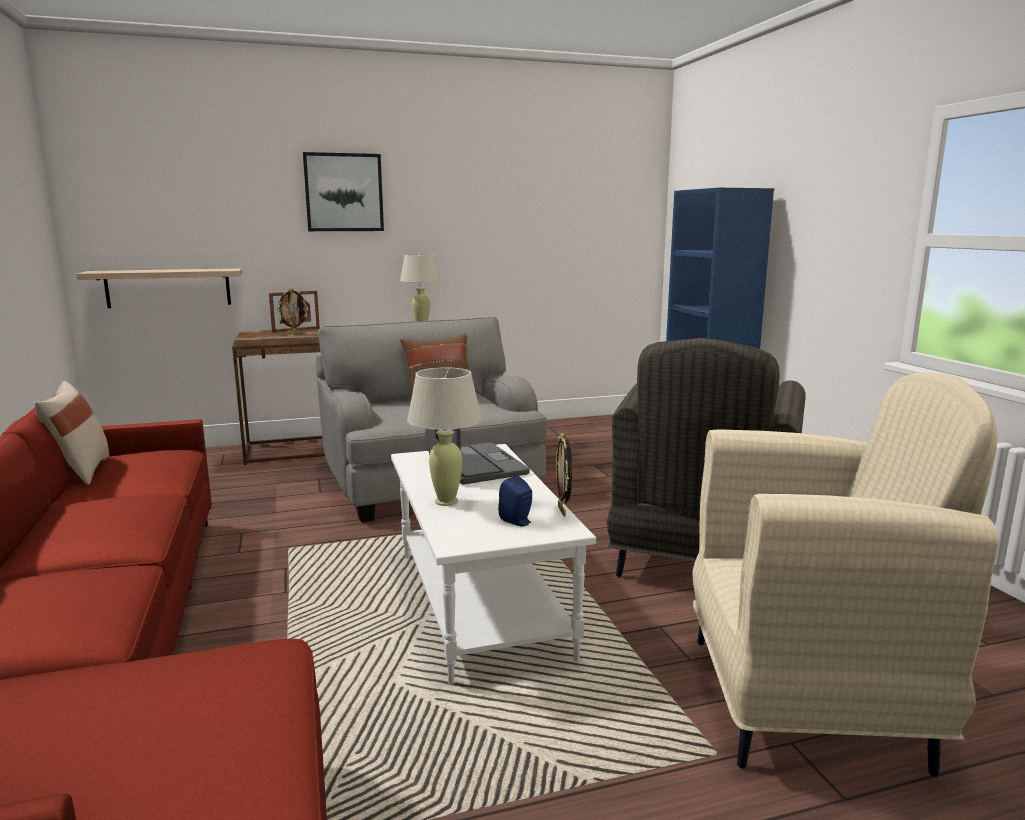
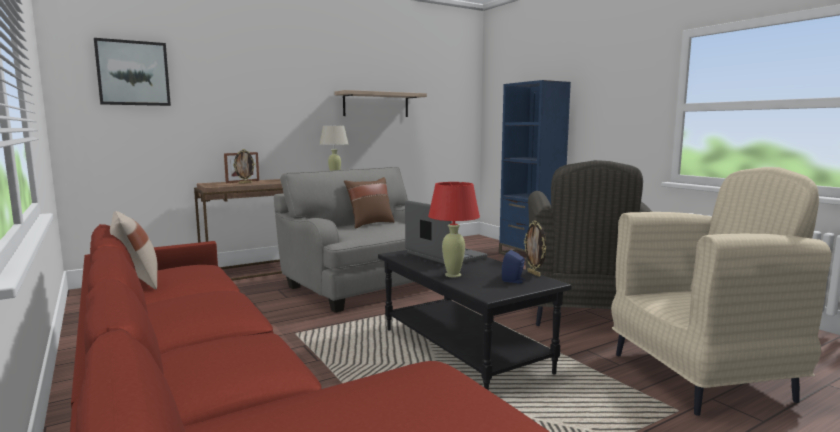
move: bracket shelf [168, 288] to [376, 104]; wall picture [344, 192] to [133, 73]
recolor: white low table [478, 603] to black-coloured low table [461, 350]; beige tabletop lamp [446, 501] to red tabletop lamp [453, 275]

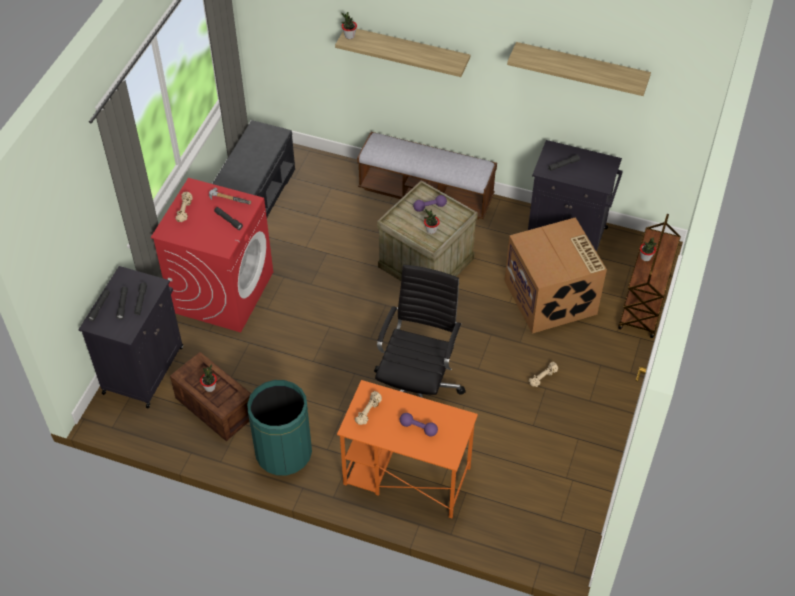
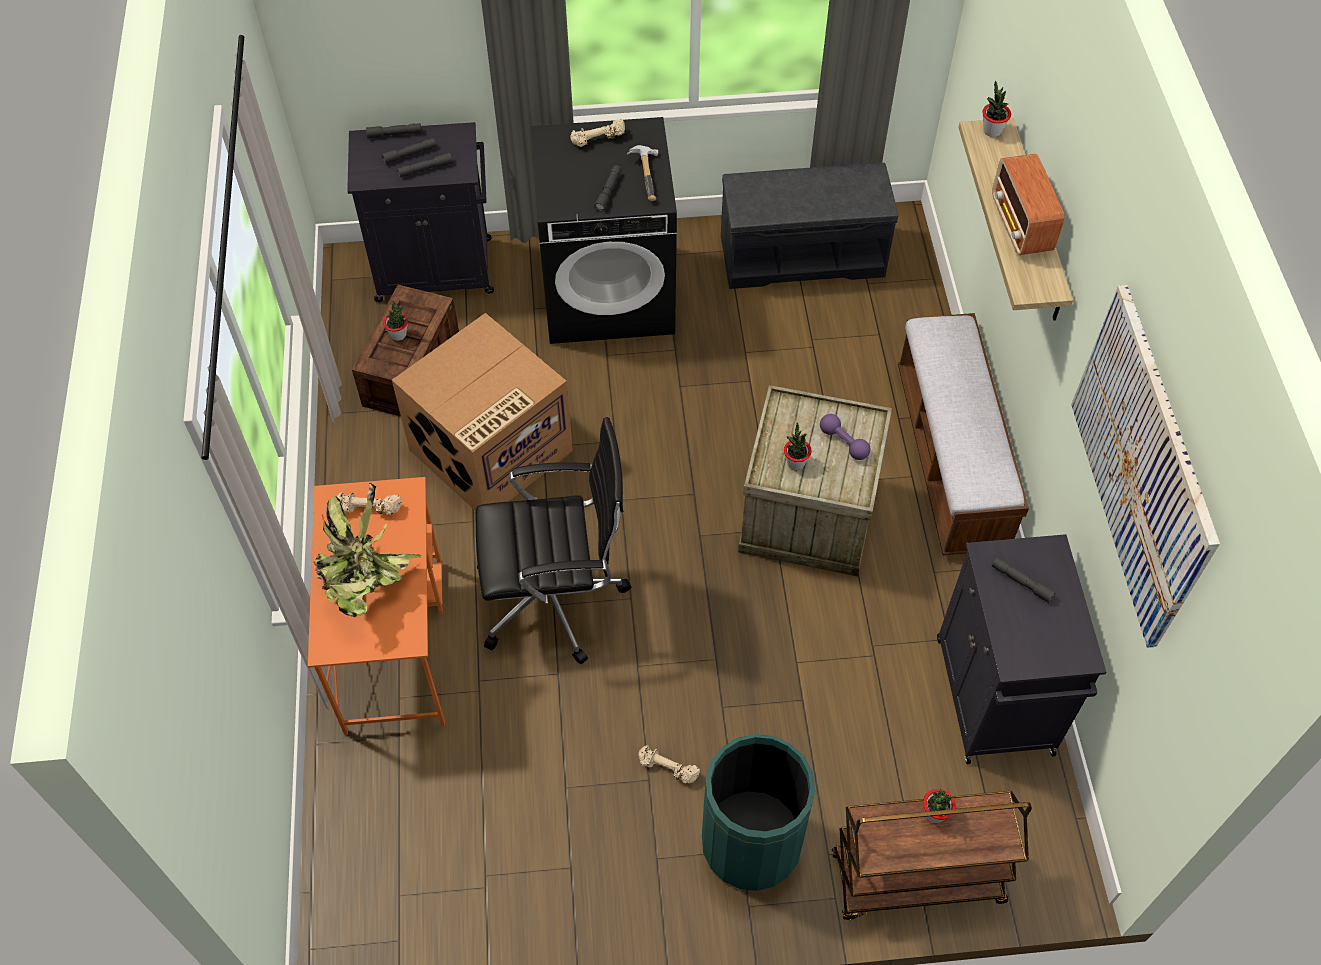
insert: radio set [1021, 226]
move: greenish rubbish bin [283, 452] to [751, 843]; cardboard box [551, 298] to [490, 452]
replace: purple hand weight [418, 428] to potted plant [365, 584]; bracket shelf [581, 68] to wall picture [1142, 466]
recolor: red laundry machine [222, 291] to black-coloured laundry machine [609, 293]

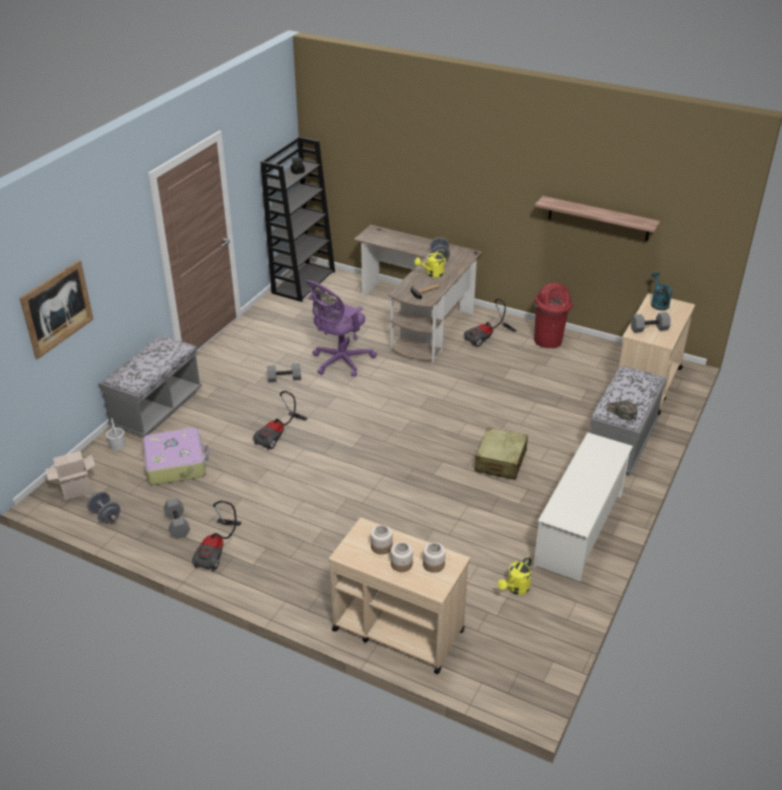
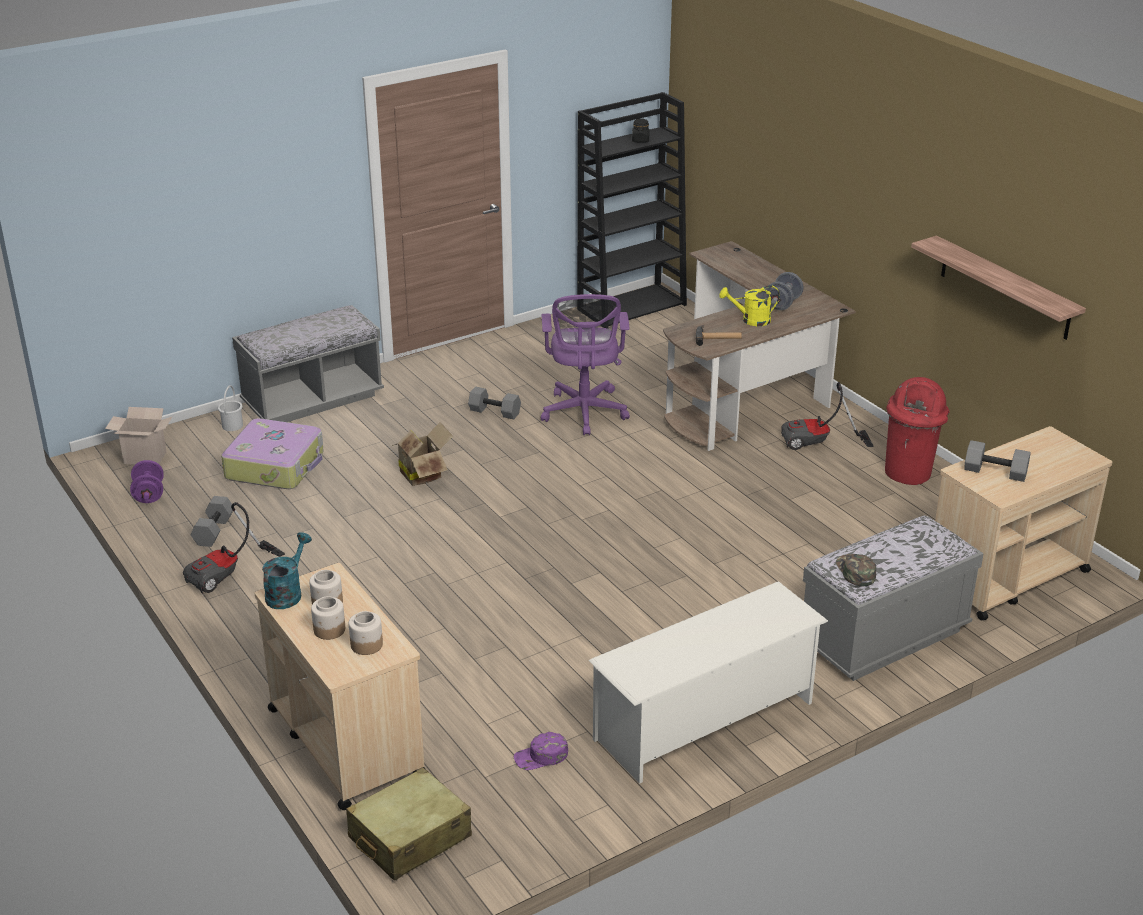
delete: wall picture [57, 308]
move: beige travel case [500, 461] to [409, 837]; turquoise watering pot [658, 303] to [287, 593]
replace: vacuum [279, 435] to cardboard box [423, 474]; yellow-coloured watering pot [515, 589] to purple peaked cap [541, 757]
recolor: grey hand weight [105, 516] to purple hand weight [149, 494]
rotate: purple computer chair [340, 362] = [584, 414] 75 degrees counterclockwise

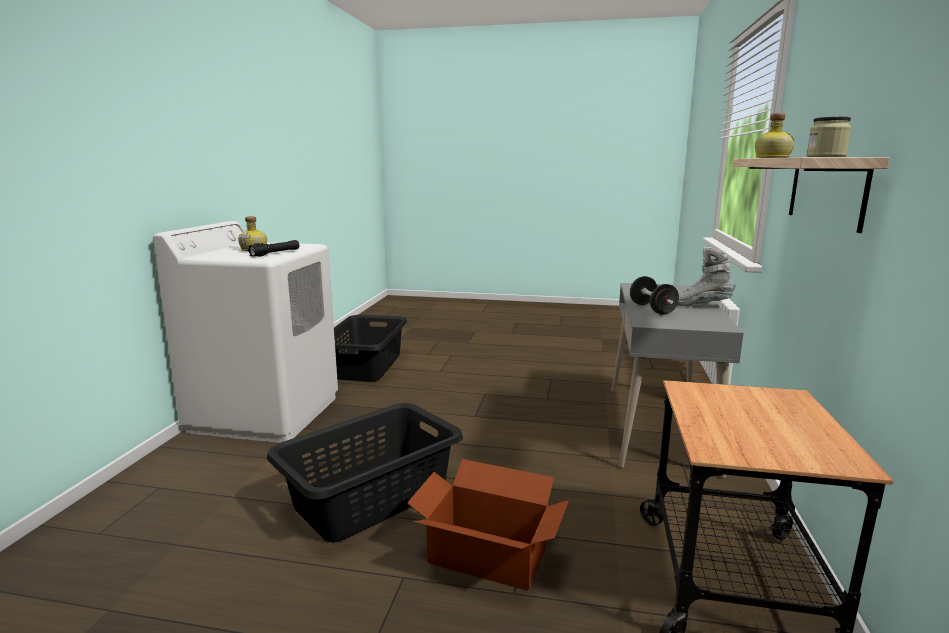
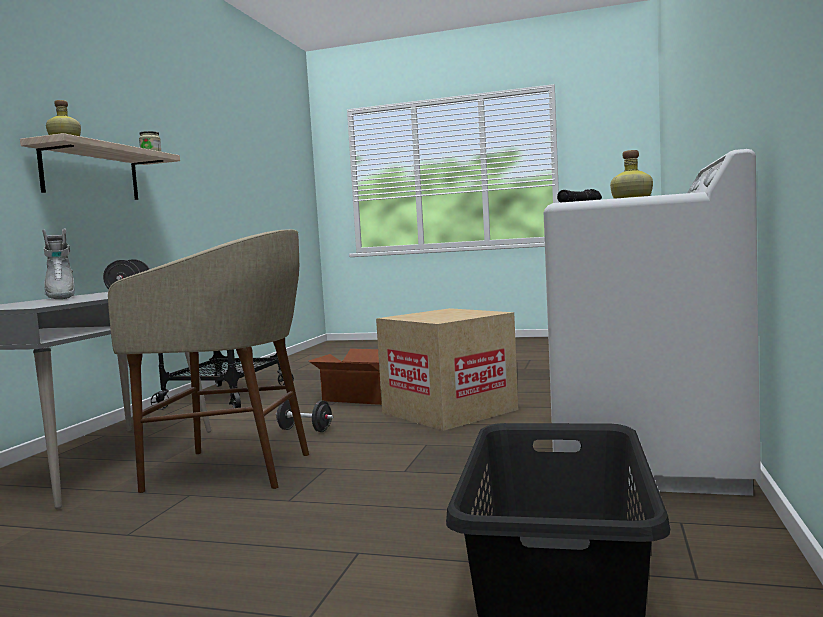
insert: beige stool [231, 471]; black-coloured hand weight [305, 430]
replace: black-coloured washing basket [370, 497] to cardboard box [449, 411]
rotate: grey tall boot [701, 305] = [60, 298] 45 degrees clockwise

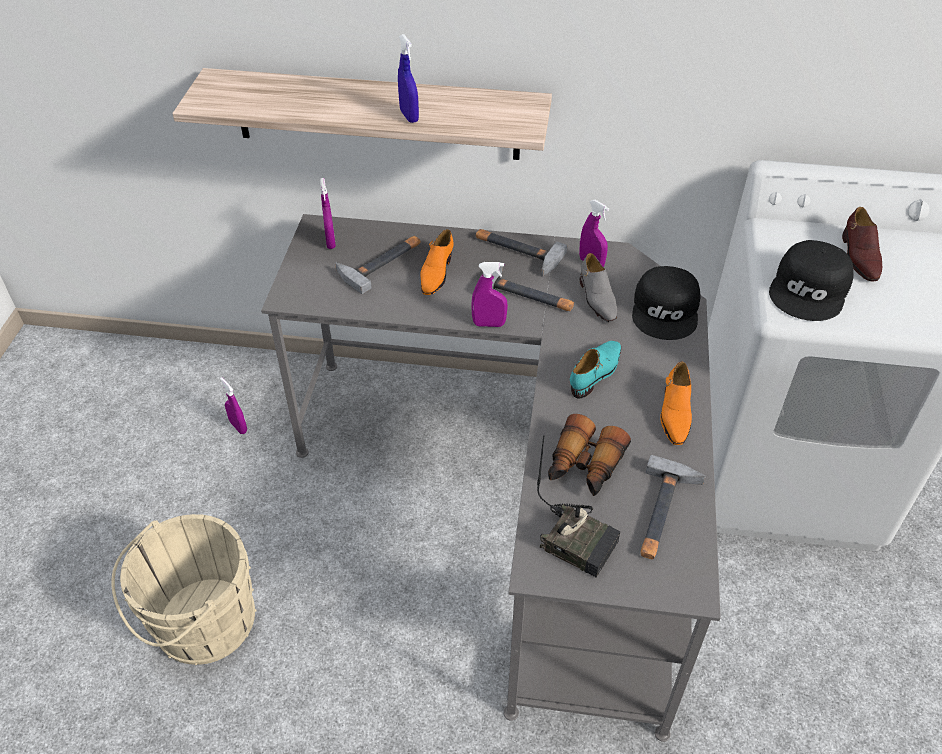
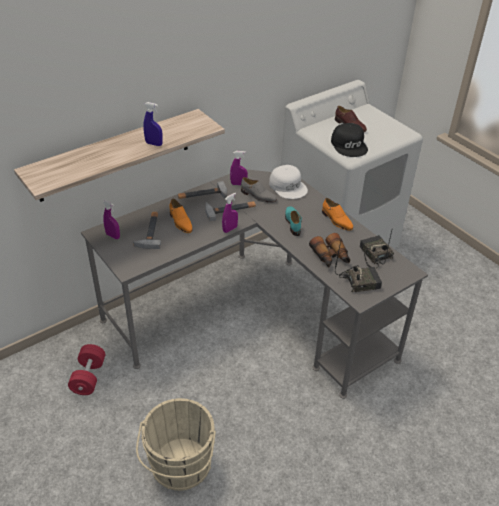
replace: purple spray bottle [238, 427] to red hand weight [89, 377]; hand hammer [663, 513] to radio set [374, 255]
recolor: black-coloured peaked cap [666, 310] to white peaked cap [288, 186]

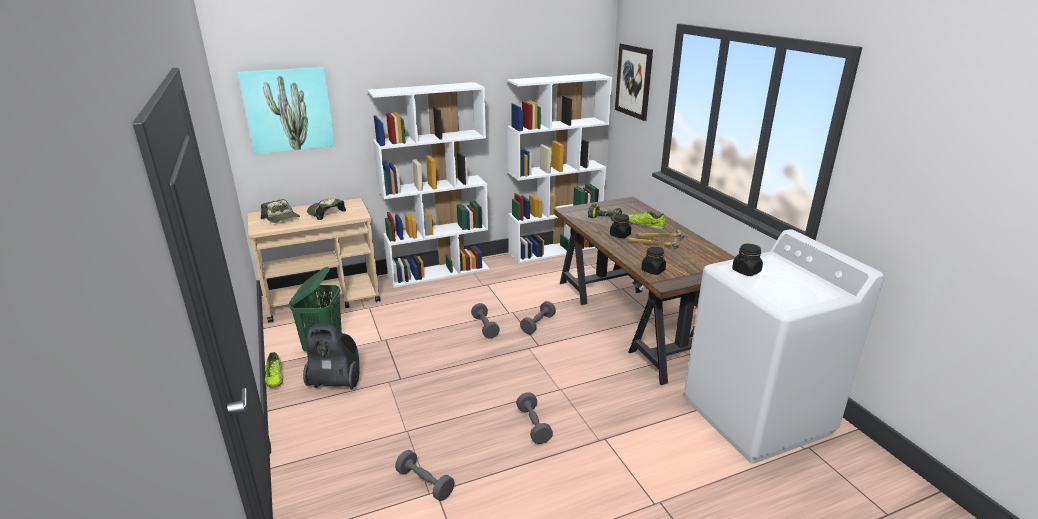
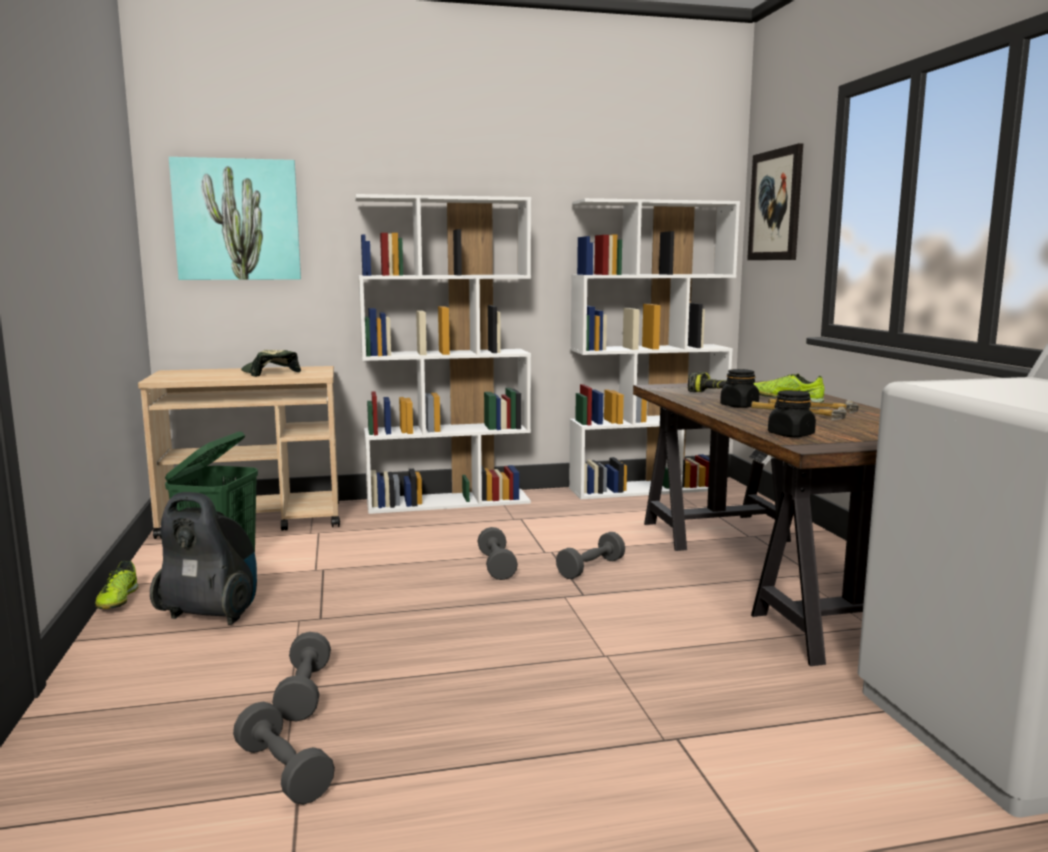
delete: peaked cap [282, 218]; black-coloured jar [746, 271]
move: grey hand weight [533, 425] to [304, 693]

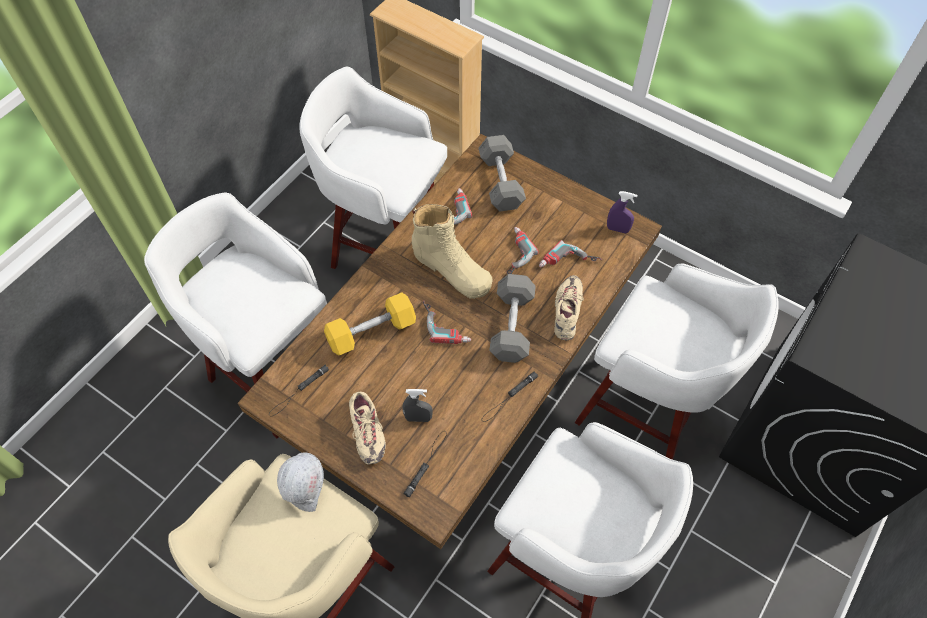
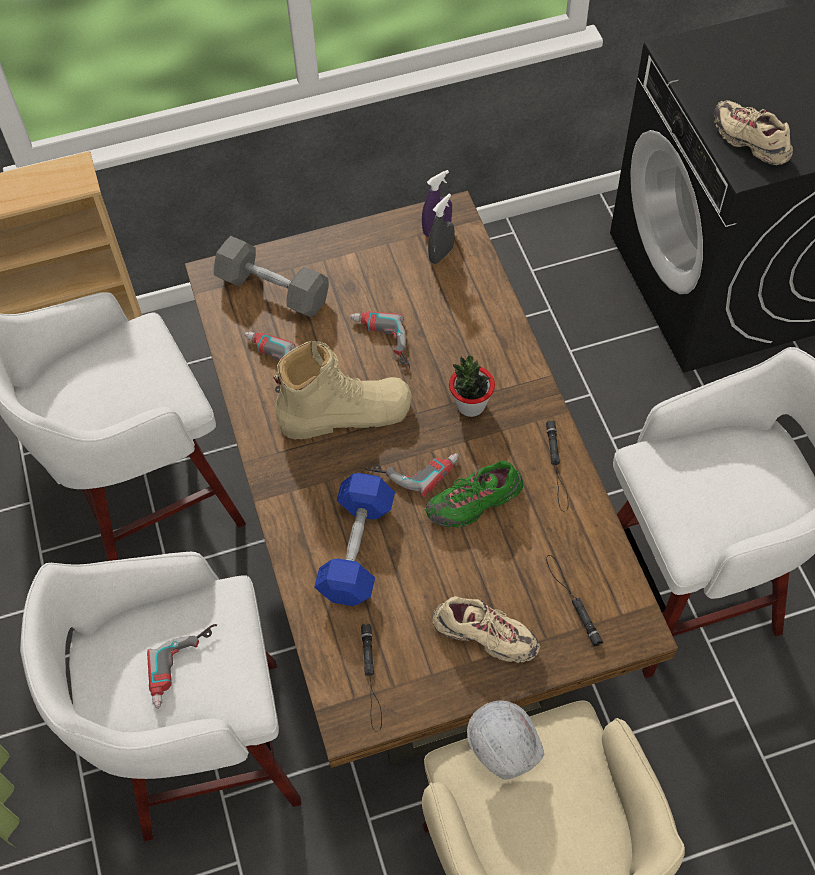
delete: white stool [647, 412]
insert: greenish low shoe [475, 503]
move: grey spray bottle [418, 418] to [441, 255]; drill [568, 264] to [186, 668]; beige low shoe [567, 312] to [749, 141]
replace: grey hand weight [512, 326] to potted plant [470, 405]
recolor: yellow-coloured hand weight [371, 332] to blue-coloured hand weight [356, 549]

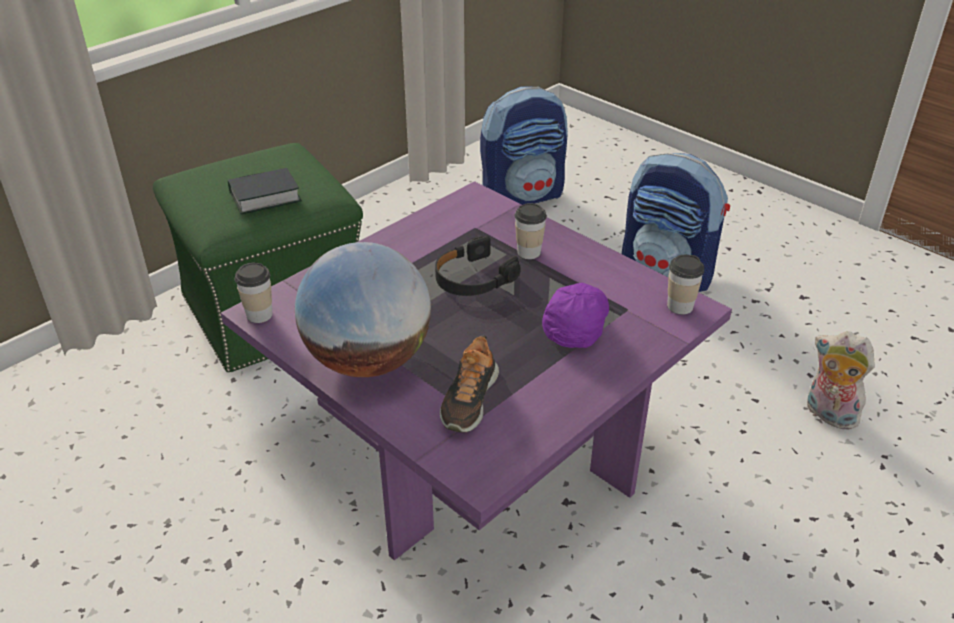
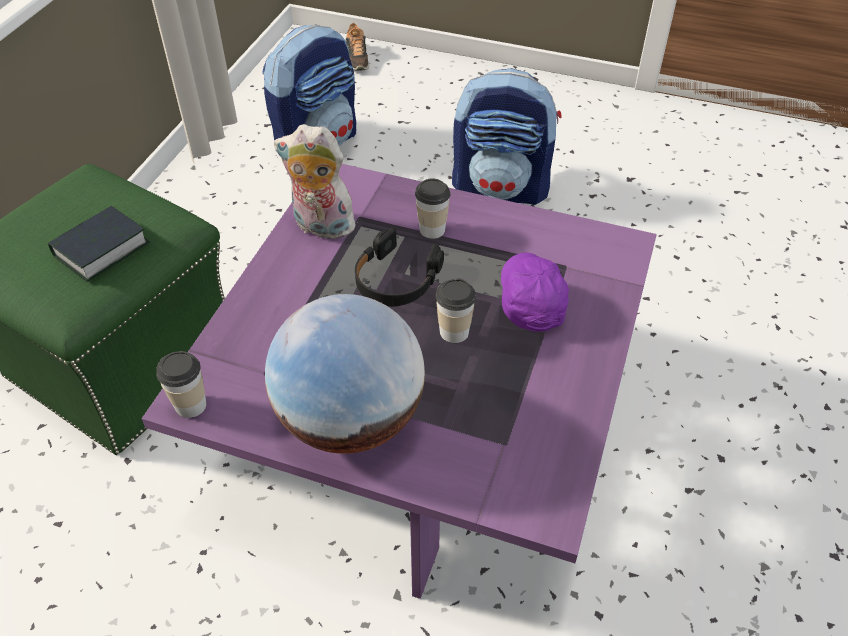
move: low shoe [469, 400] to [356, 59]; drinking cup [680, 306] to [454, 332]; cuddly toy [828, 415] to [321, 227]

